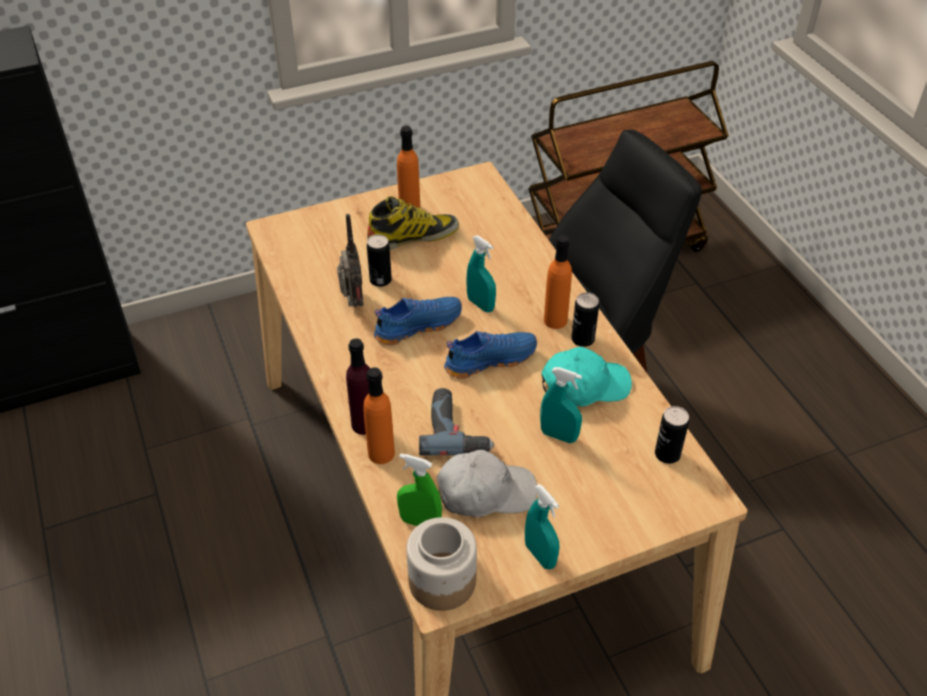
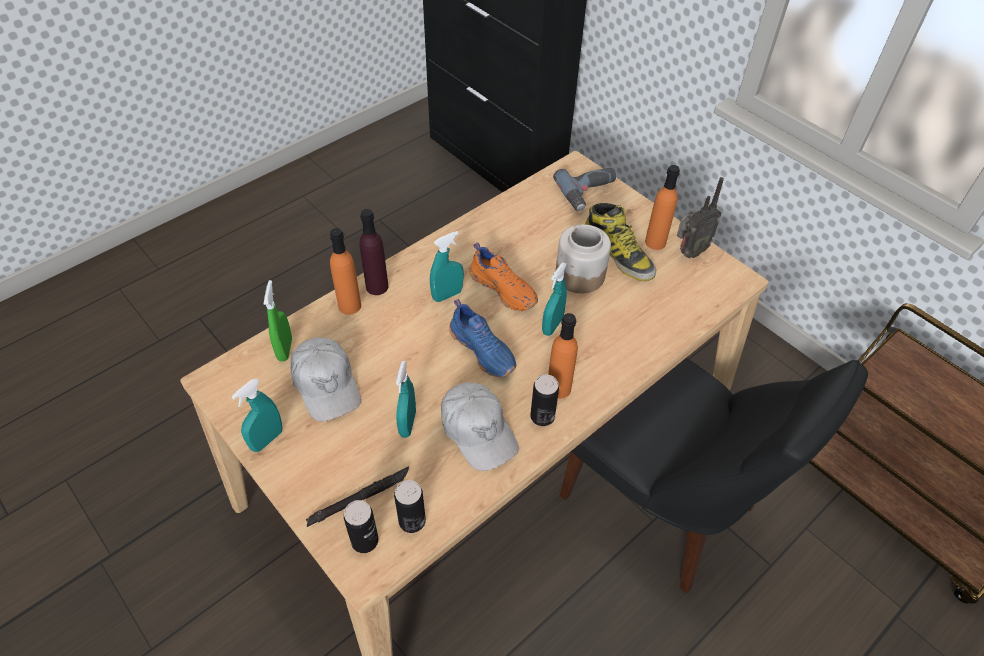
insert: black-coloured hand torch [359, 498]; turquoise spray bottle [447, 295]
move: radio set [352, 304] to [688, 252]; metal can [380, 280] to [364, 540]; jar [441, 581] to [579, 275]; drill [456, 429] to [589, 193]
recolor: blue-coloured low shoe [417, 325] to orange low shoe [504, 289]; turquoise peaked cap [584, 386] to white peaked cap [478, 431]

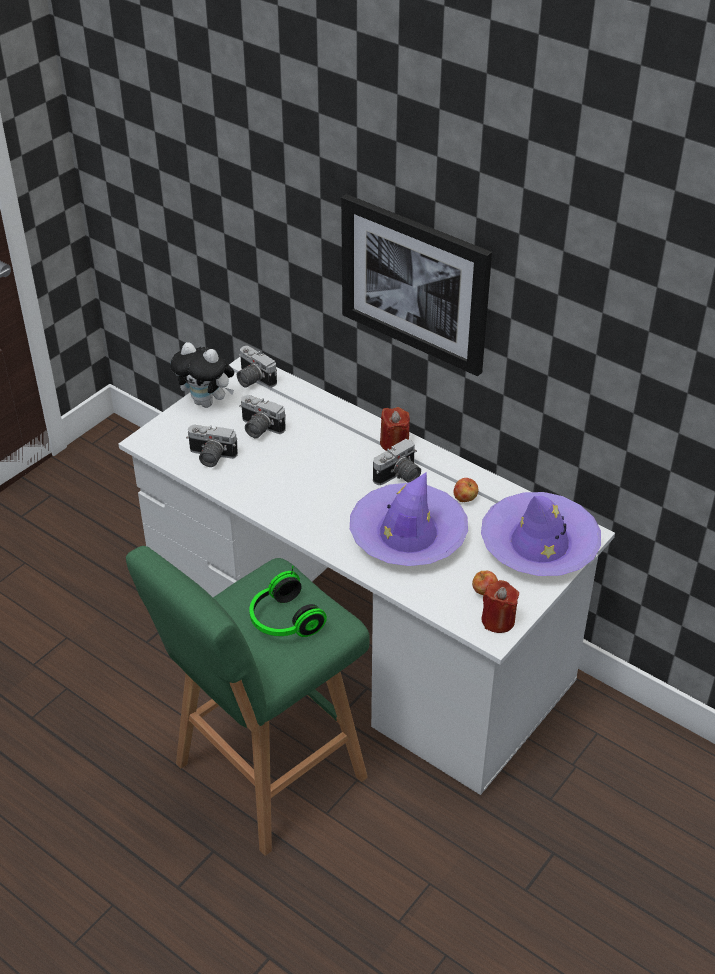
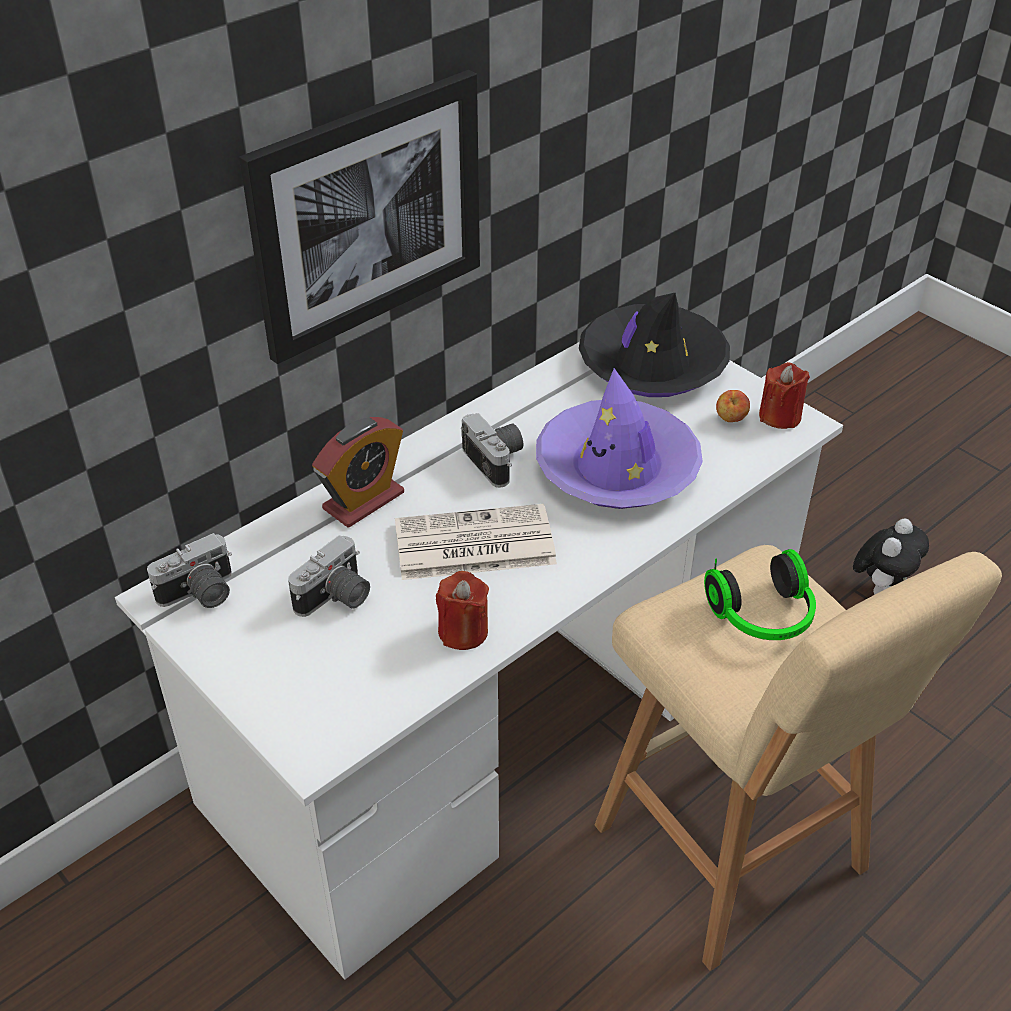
delete: still camera [210, 457]; apple [465, 499]
insert: table clock [363, 501]; newspaper [472, 545]
move: cuddly toy [207, 402] to [881, 589]; red wax light [394, 443] to [463, 631]
recolor: greenish stool [265, 774] to beige stool [735, 855]; purple hat [539, 544] to black-coloured hat [652, 364]

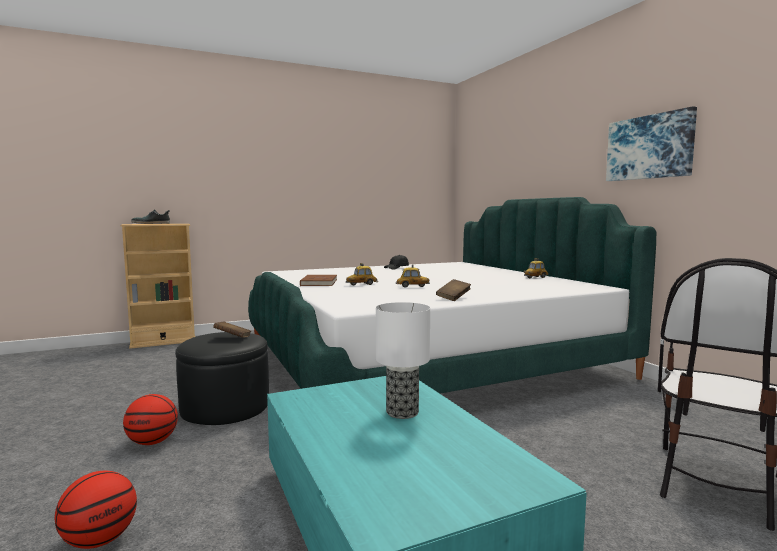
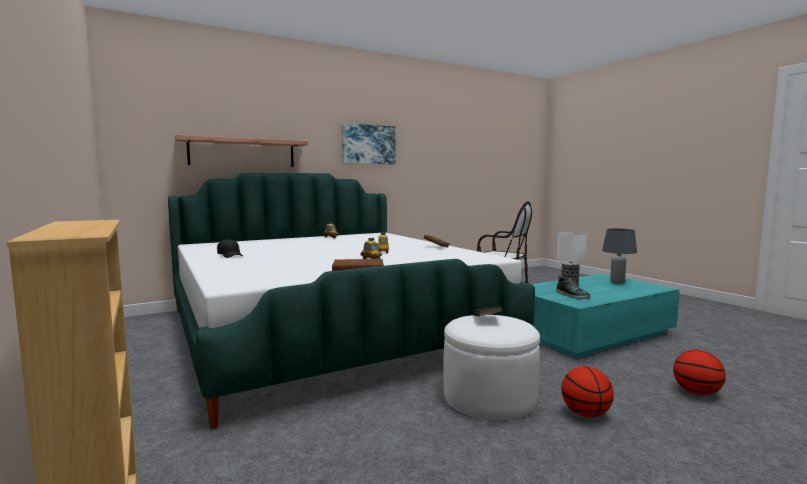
insert: bracket shelf [242, 153]; grey tabletop lamp [617, 283]
move: low shoe [151, 223] to [572, 295]
recolor: black-coloured pouffe [225, 407] to white pouffe [489, 397]

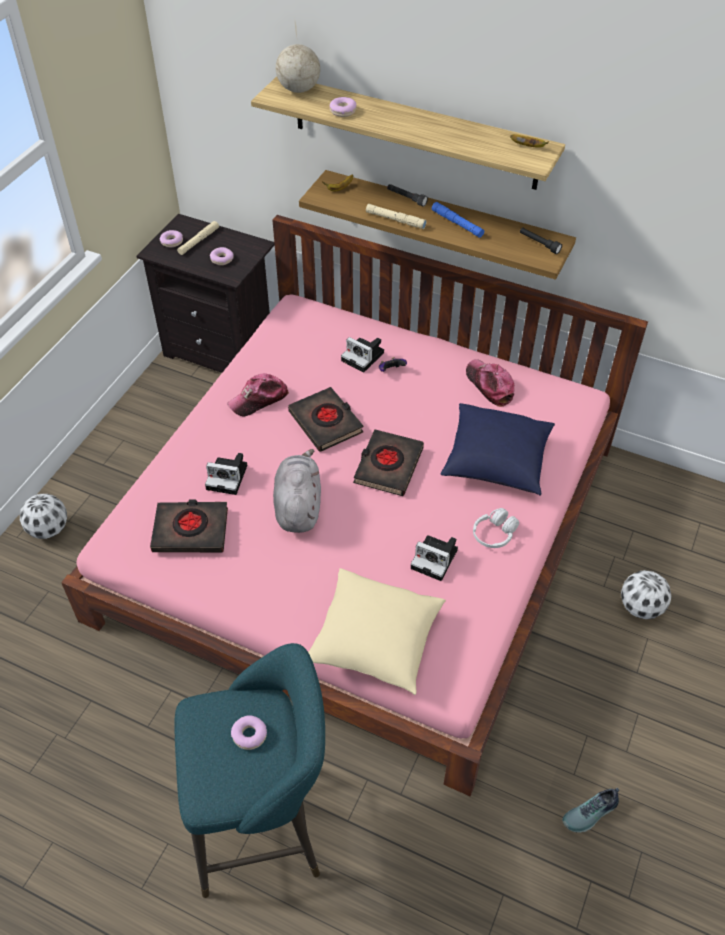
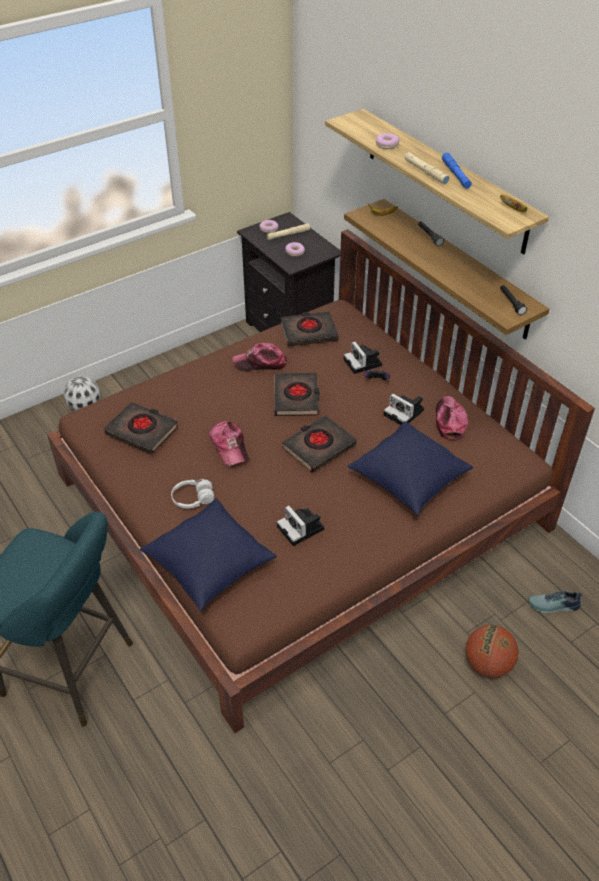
delete: doughnut [249, 735]; desk globe [299, 89]
insert: black-coloured volume [309, 332]
move: still camera [229, 477] to [405, 413]; beige hand torch [395, 220] to [425, 172]; blue-coloured hand torch [457, 223] to [455, 174]; white pair of headphones [494, 534] to [193, 499]; low shoe [591, 814] to [553, 606]
replace: grey cuddly toy [298, 506] to peaked cap [229, 447]; ball for football [640, 607] to ball for basketball [487, 664]
recolor: pink-coloured sleeping bed [362, 529] to brown-coloured sleeping bed [300, 500]; beige pillow [375, 642] to blue-coloured pillow [209, 565]

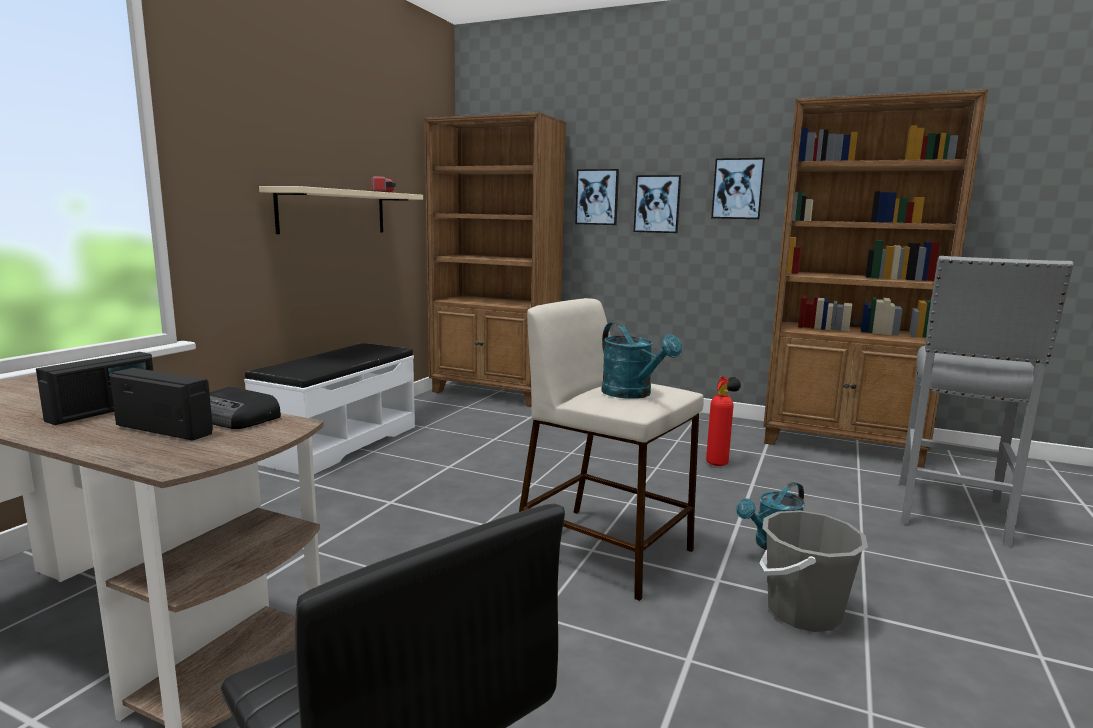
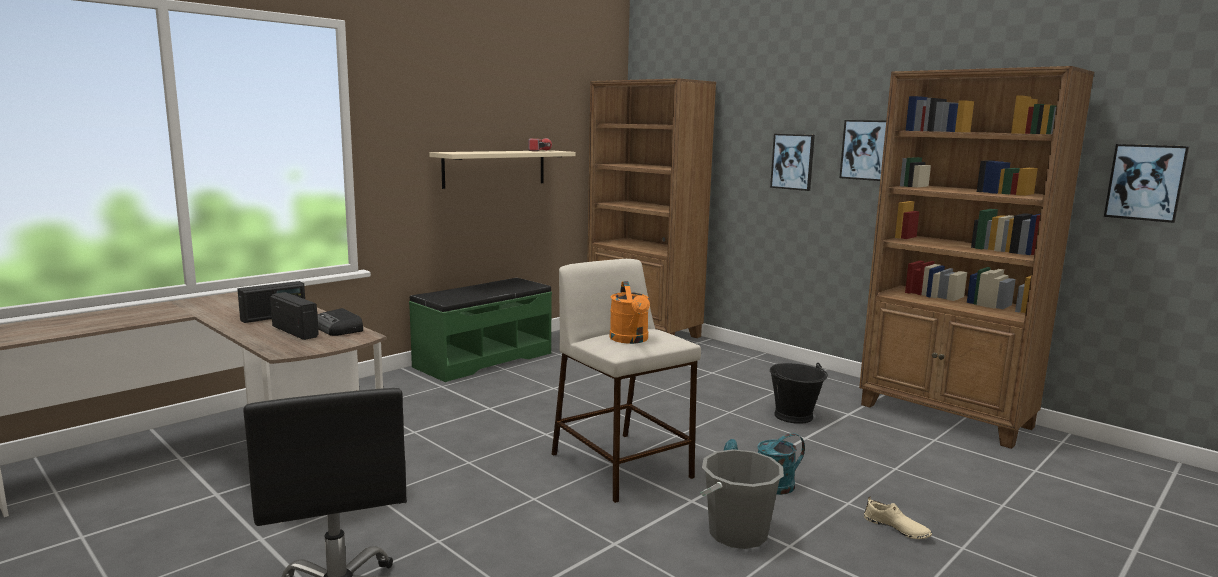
delete: grey stool [950, 513]
insert: beige low shoe [896, 528]
move: wall picture [597, 197] to [1145, 182]
replace: extinguisher [719, 463] to black-coloured water bucket [794, 416]
recolor: white long seat [339, 443] to greenish long seat [483, 360]; turquoise watering pot [633, 394] to orange watering pot [630, 340]

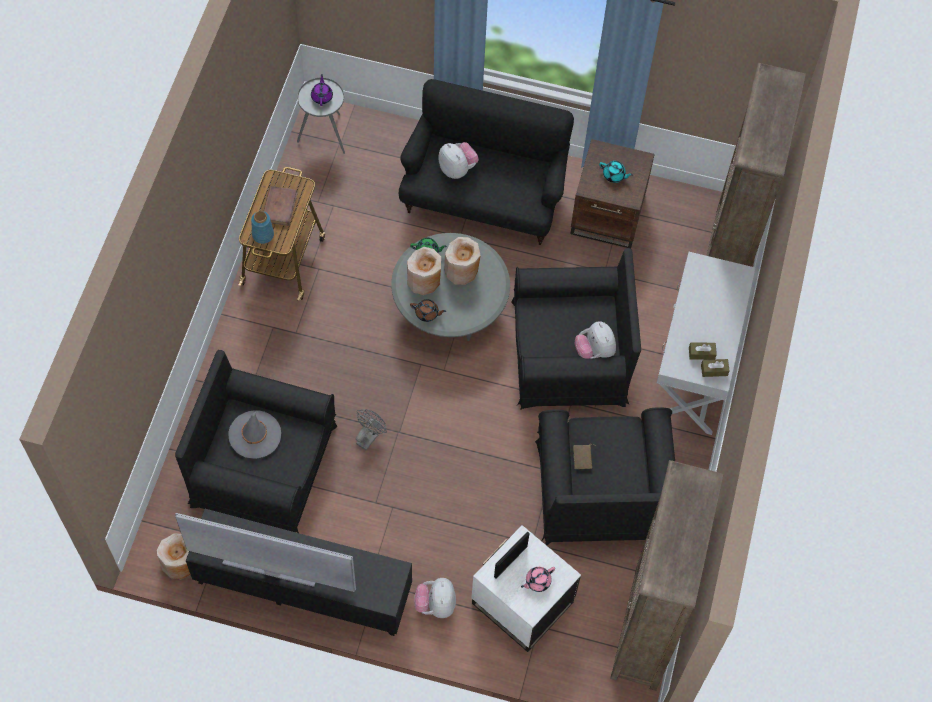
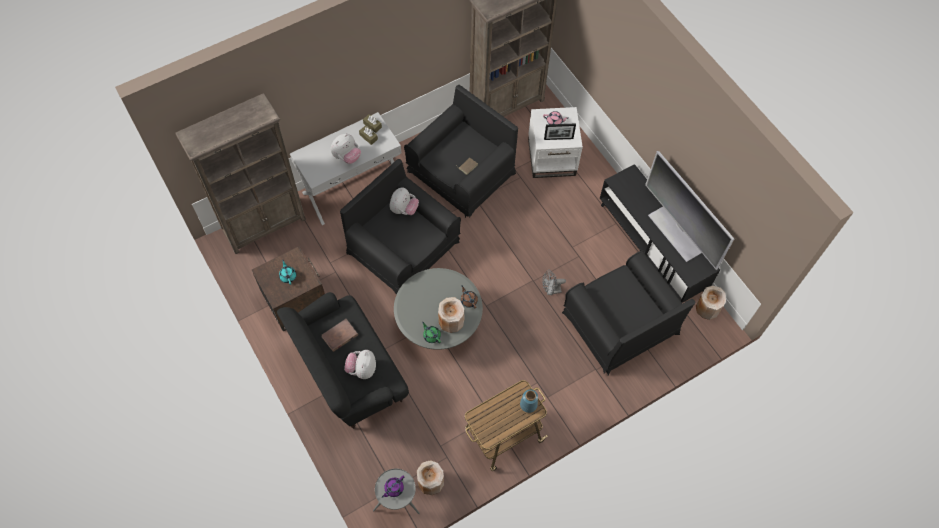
delete: grey hat [255, 434]
move: brown-coloured volume [279, 207] to [339, 336]; cuddly toy [435, 604] to [347, 156]; beige flower vase [461, 270] to [430, 481]

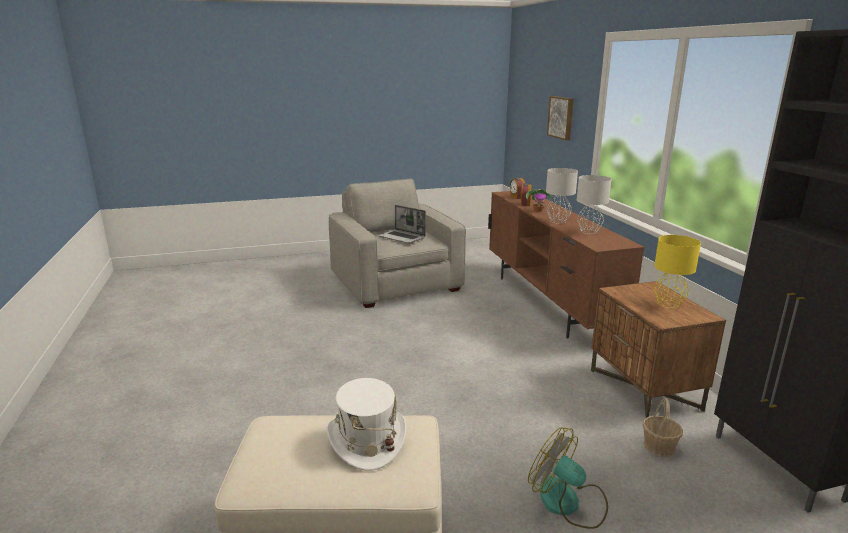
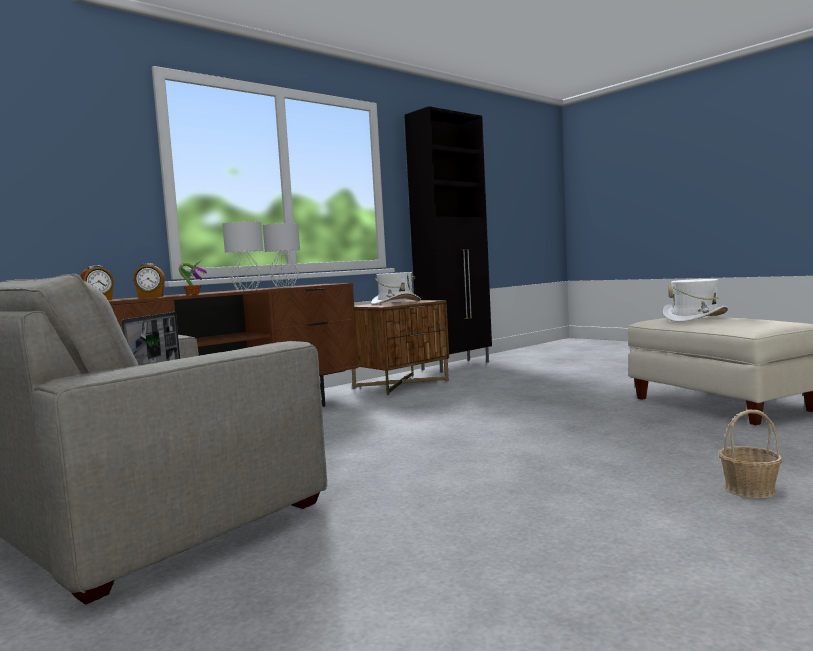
delete: cooling fan [568, 503]; wall picture [561, 117]
move: household basket [659, 447] to [749, 489]
replace: yellow-coloured tabletop lamp [667, 304] to white hat [396, 302]

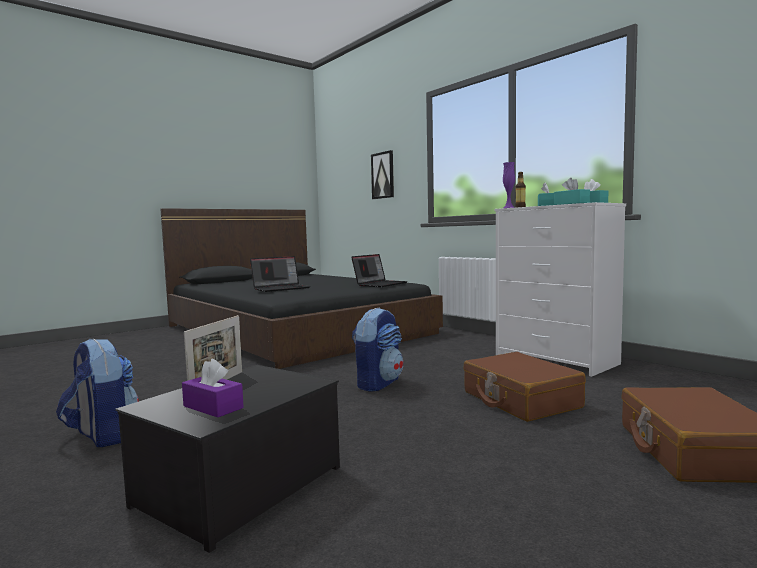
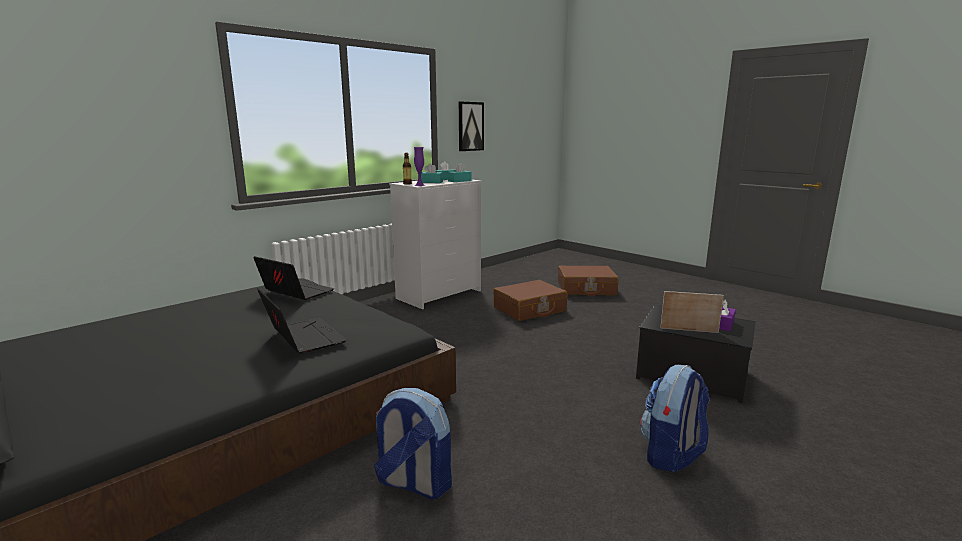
move: rucksack [378, 383] to [413, 483]; wall picture [383, 175] to [470, 126]

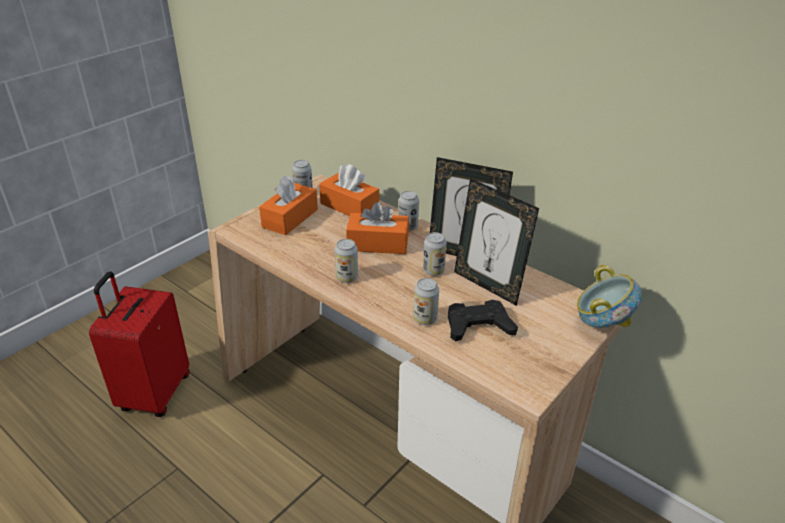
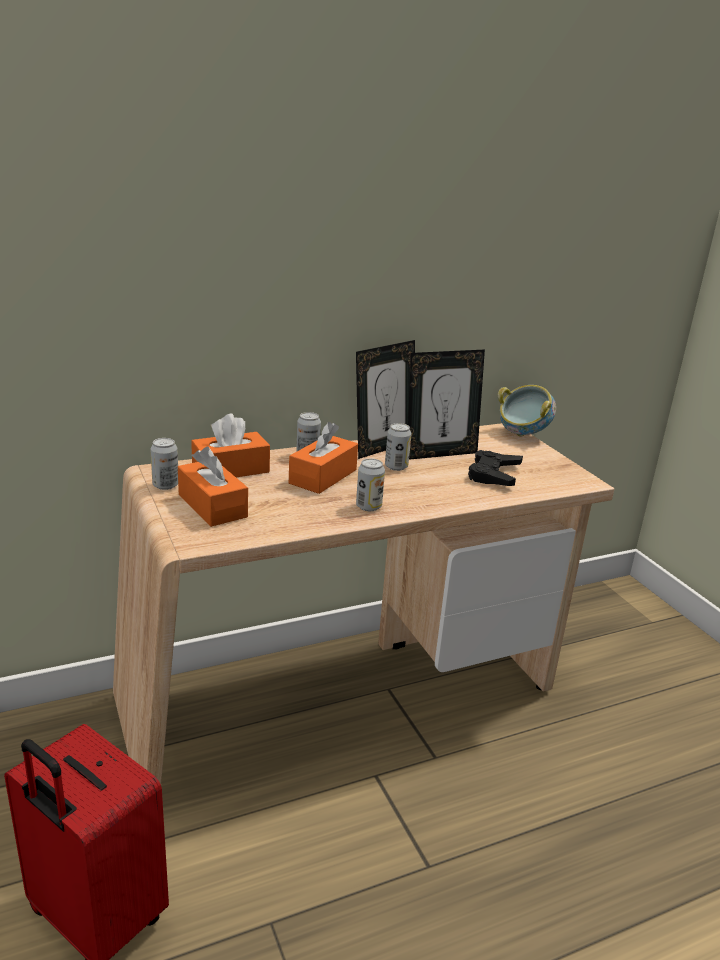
delete: metal can [425, 319]

